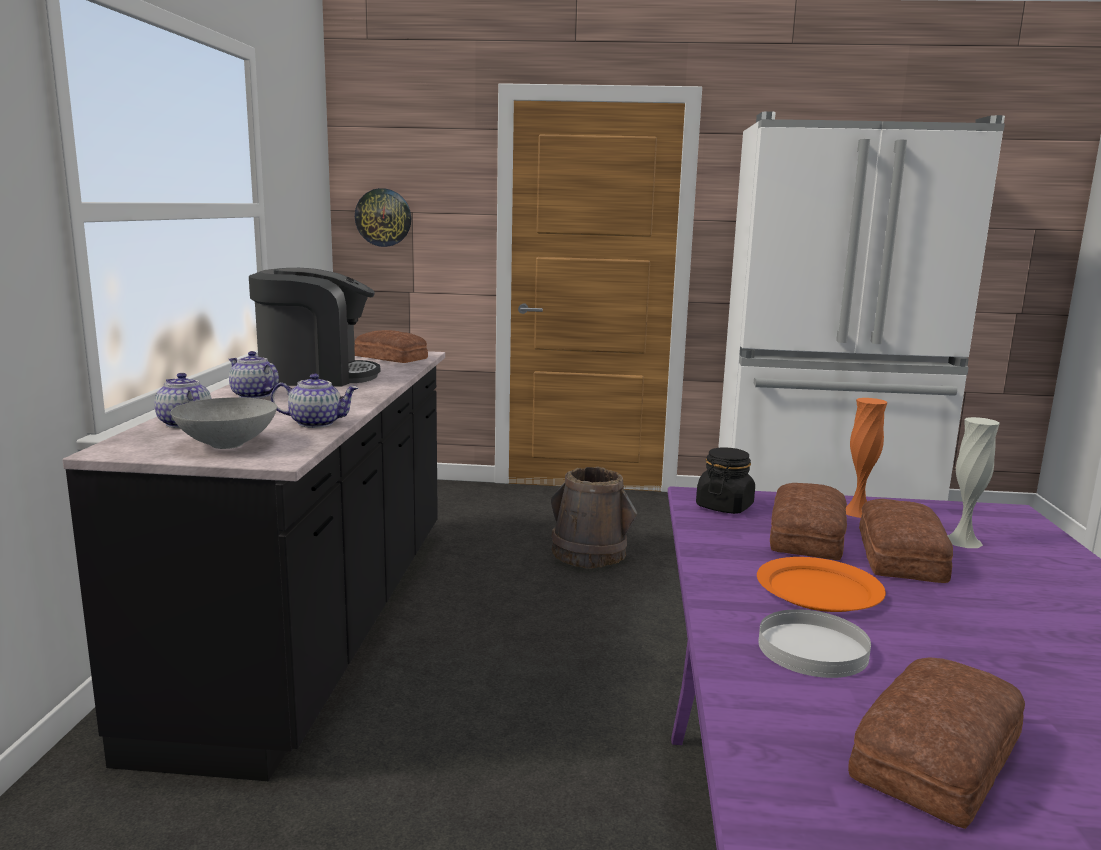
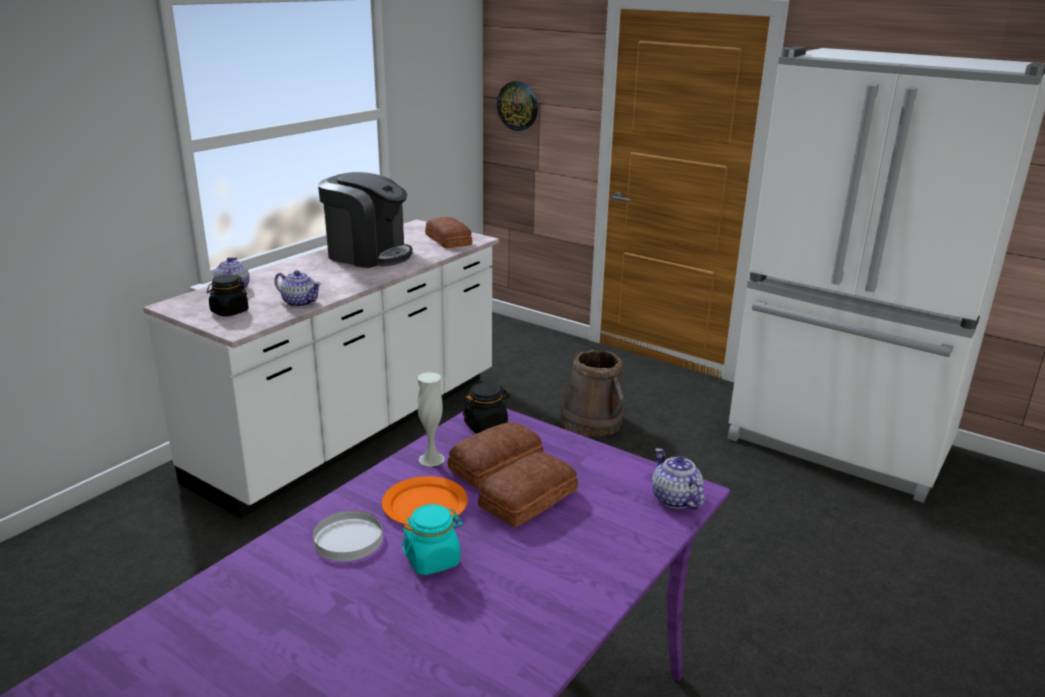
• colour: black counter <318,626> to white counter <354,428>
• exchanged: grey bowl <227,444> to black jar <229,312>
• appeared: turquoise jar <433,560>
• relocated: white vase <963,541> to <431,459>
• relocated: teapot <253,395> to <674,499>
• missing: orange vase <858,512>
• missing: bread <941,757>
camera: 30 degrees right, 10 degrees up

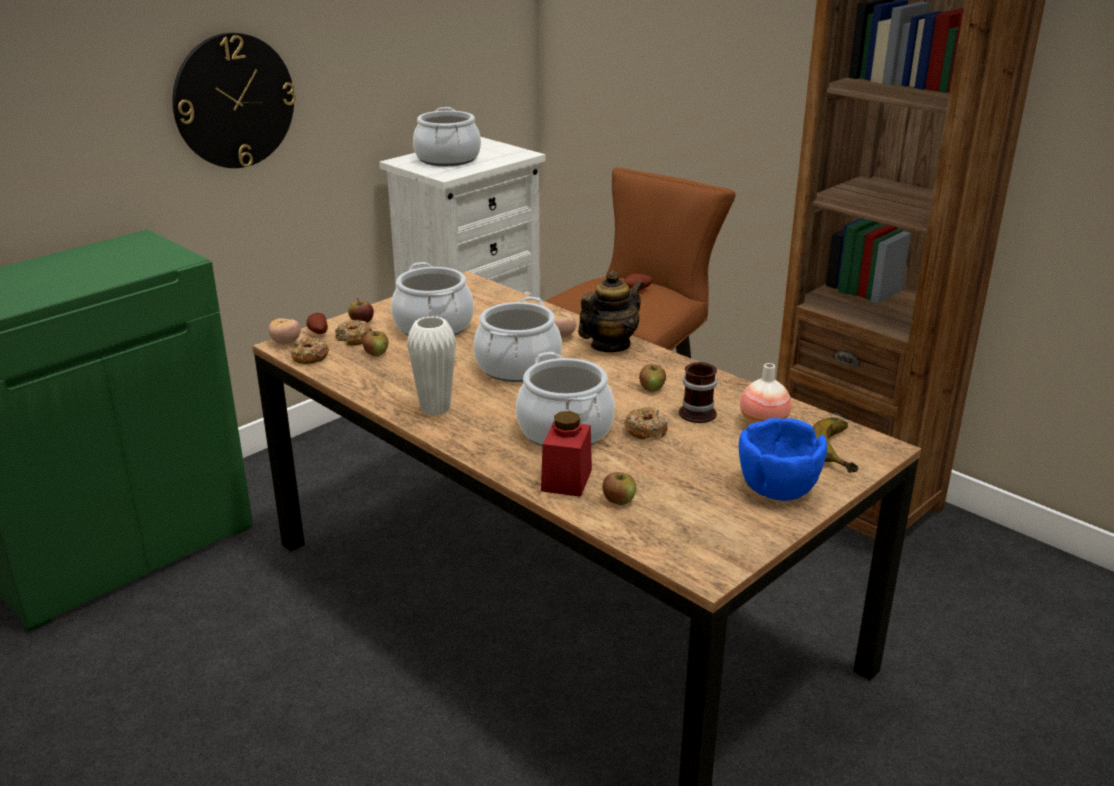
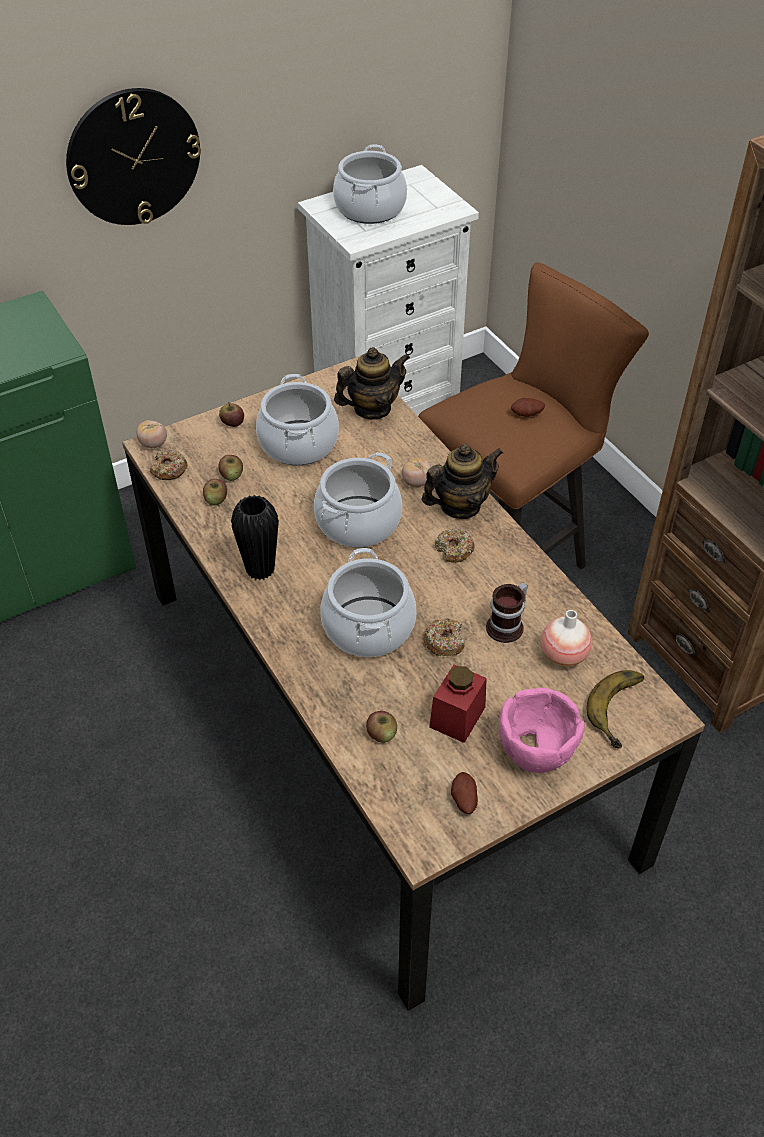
• relocated: apple <652,388> to <216,500>
• colour: white vase <435,408> to black vase <260,570>
• appeared: teapot <372,409>
• relocated: red jar <566,480> to <457,717>
• relocated: donut <354,338> to <454,550>
• relocated: potato <317,332> to <463,800>
• colour: blue bowl <777,488> to pink bowl <535,751>
camera: 15 degrees right, 20 degrees up

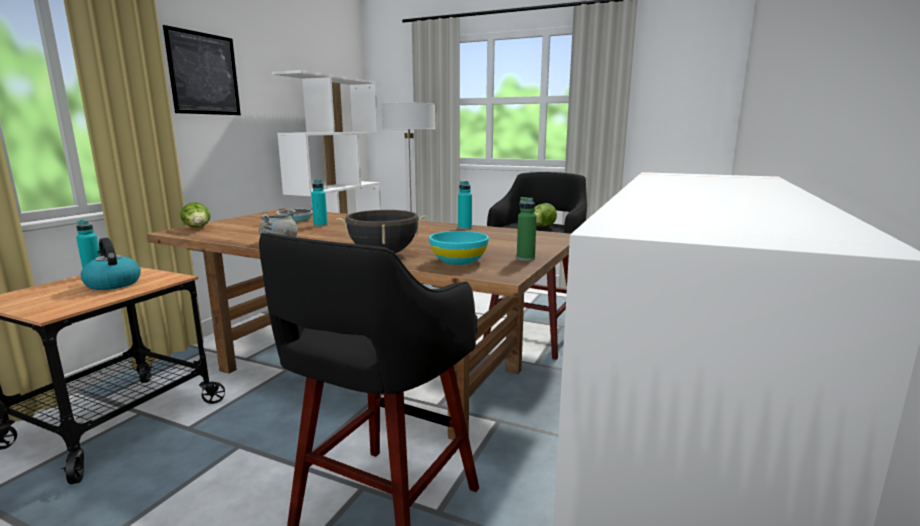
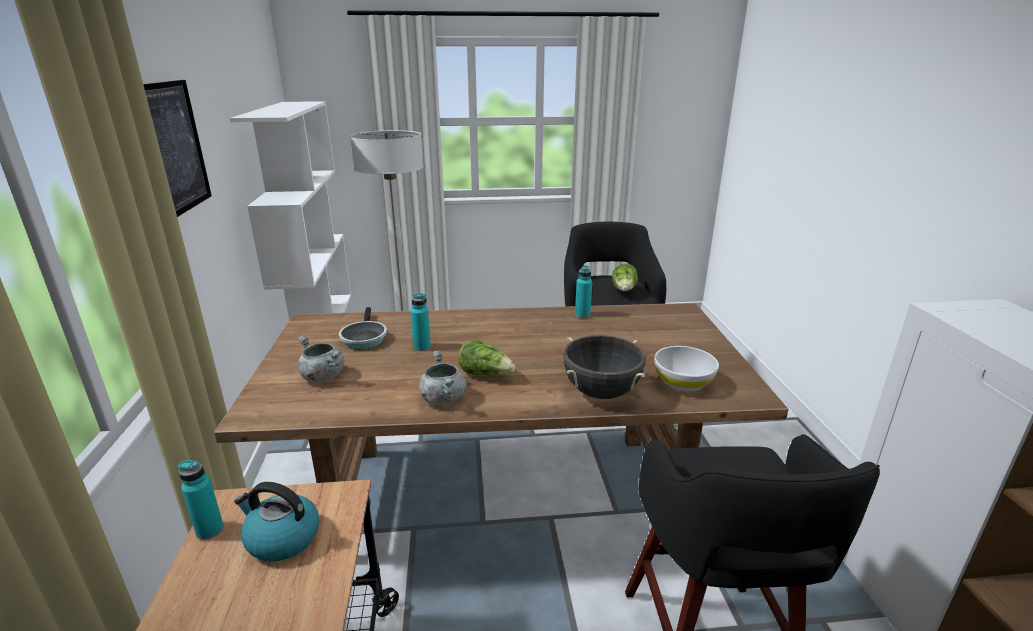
• appeared: grey cooking pot <322,376>
• relocated: lettuce <198,228> to <486,374>
• colour: turquoise bowl <458,261> to white bowl <683,383>
• missing: green bottle <525,258>
camera: 30 degrees left, 10 degrees up

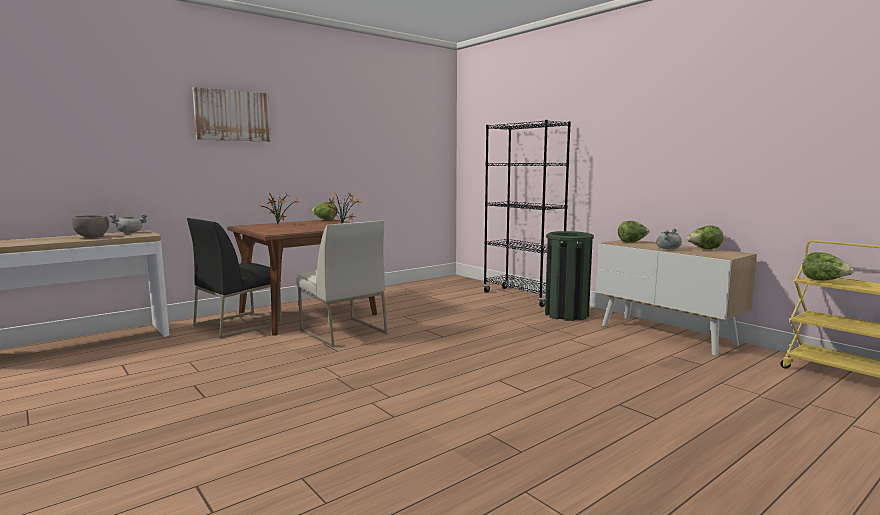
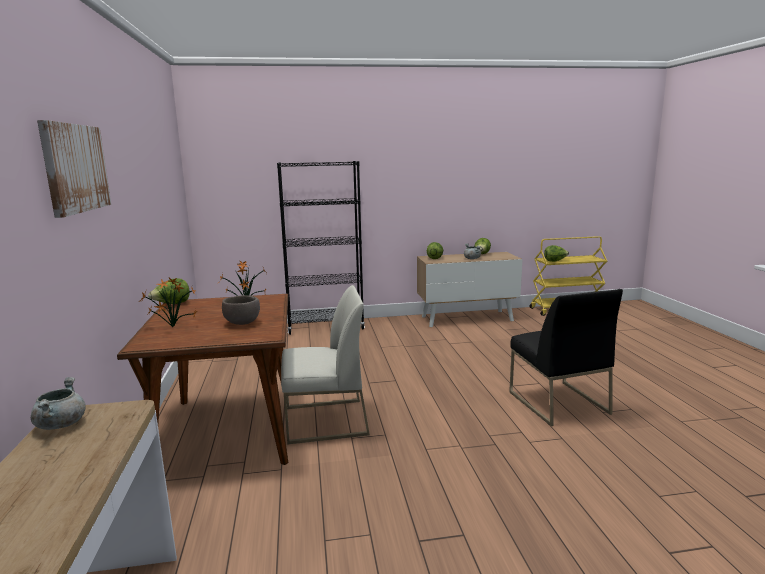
• relocated: brown bowl <92,237> to <242,323>
• relocated: black chair <238,324> to <557,402>
• missing: green trash can <566,314>
camera: 60 degrees left, 5 degrees up

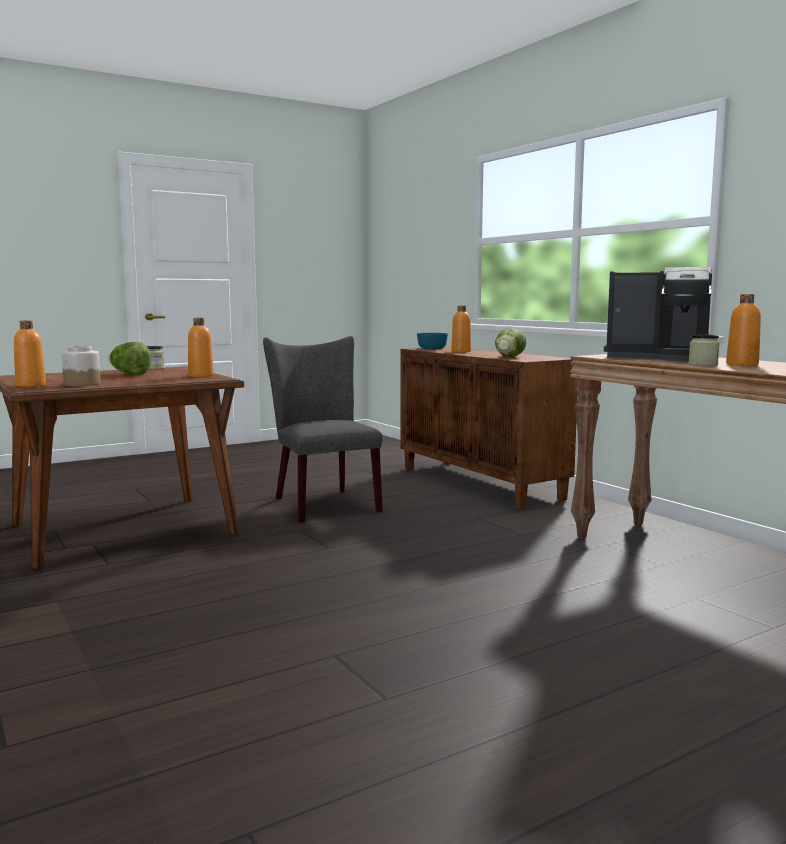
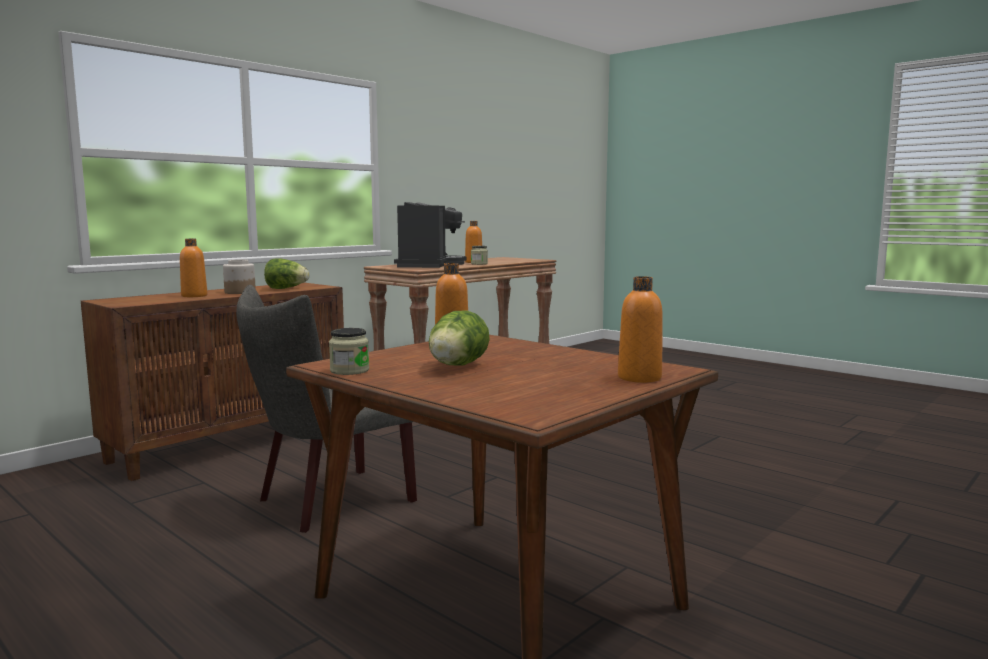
• relocated: jar <82,384> to <239,292>
• missing: turquoise bowl <432,348>
camera: 105 degrees left, 0 degrees up

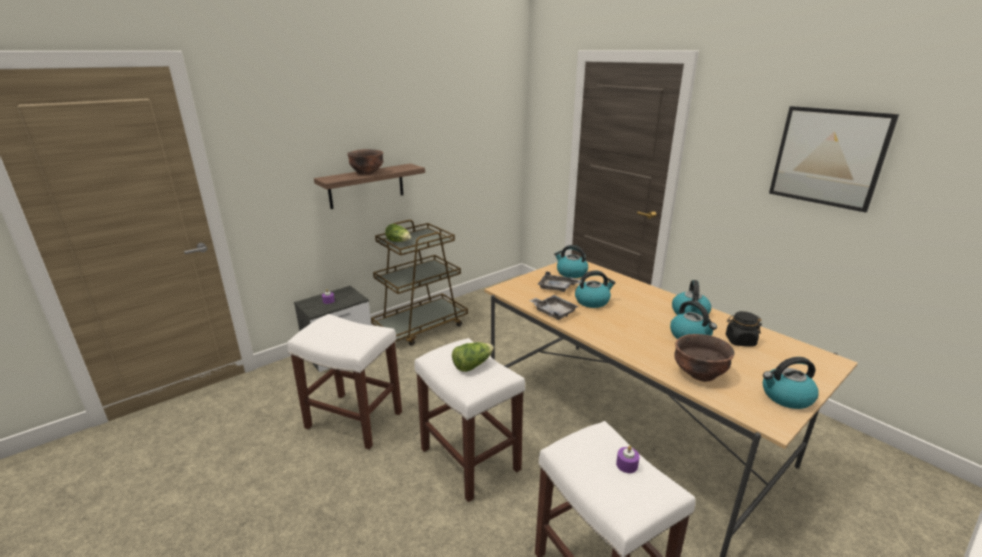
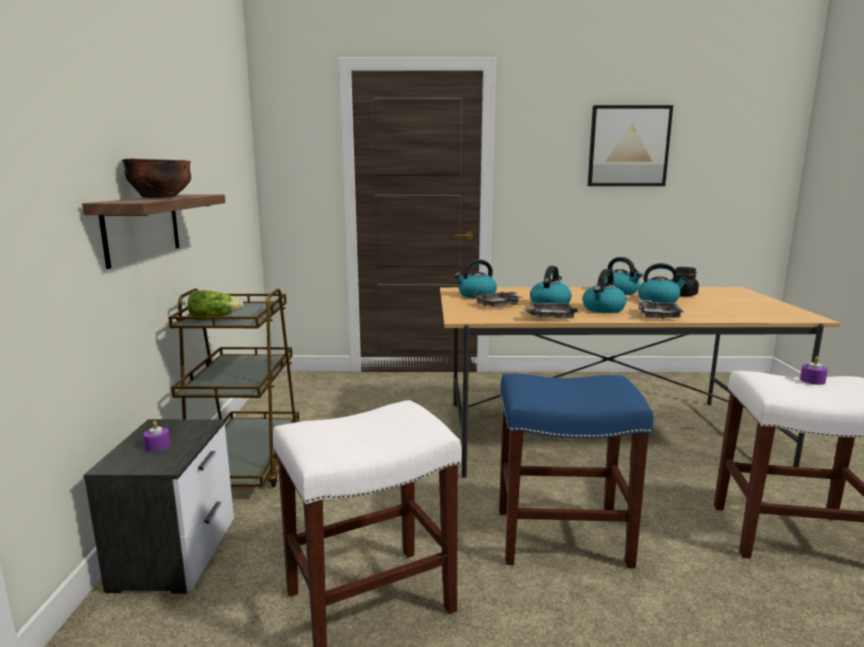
• colour: white stool <468,458> to blue stool <560,537>
• relocated: kettle <786,397> to <603,309>
• appeared: grey tray <657,316>
• missing: lettuce <472,365>
• missing: brown bowl <699,374>
camera: 50 degrees left, 10 degrees down

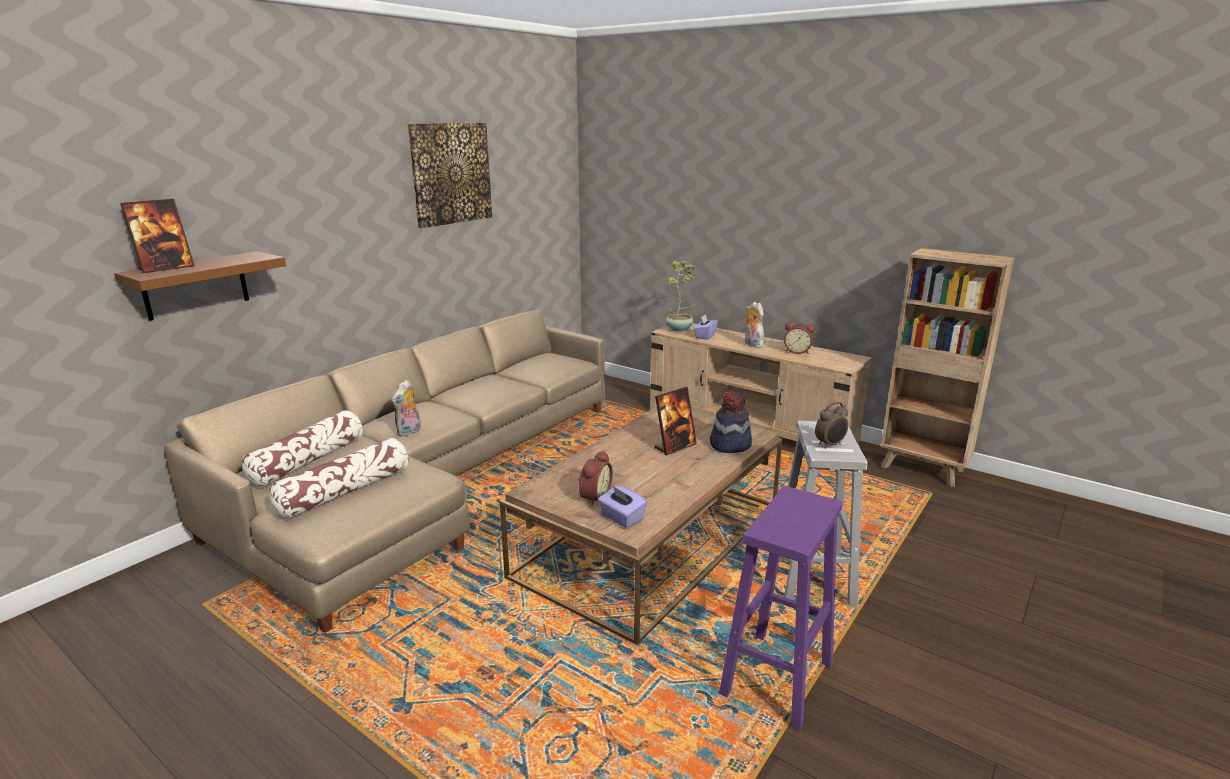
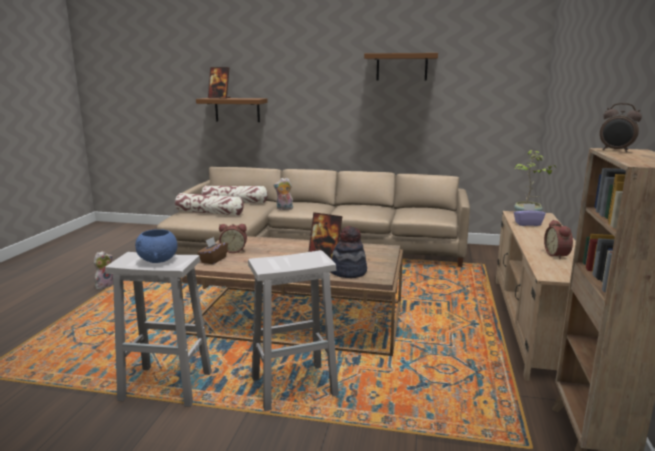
• relocated: plush toy <752,344> to <104,285>
• colour: purple stool <777,677> to white stool <168,386>
• appeared: blue bowl <158,260>
• colour: purple tissue box <621,518> to brown tissue box <213,260>
• exchanged: picture <450,173> to brown shelf <401,67>
• relocated: alarm clock <830,445> to <616,151>
camera: 65 degrees right, 5 degrees down

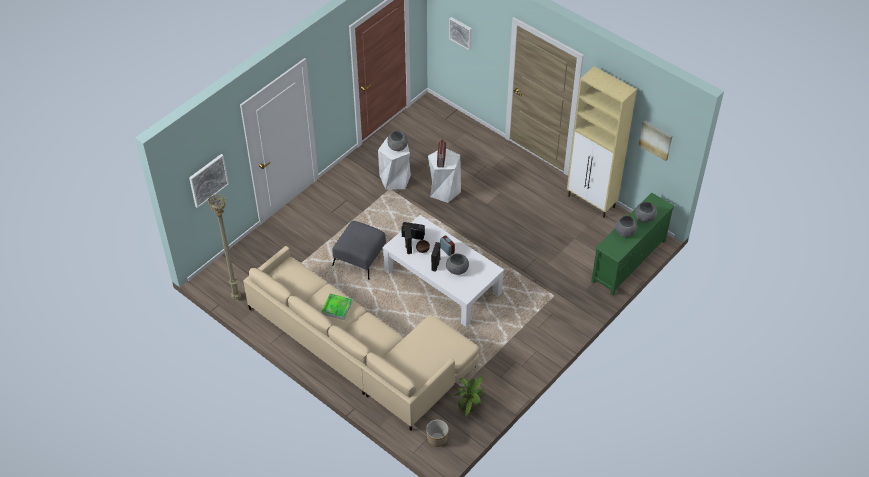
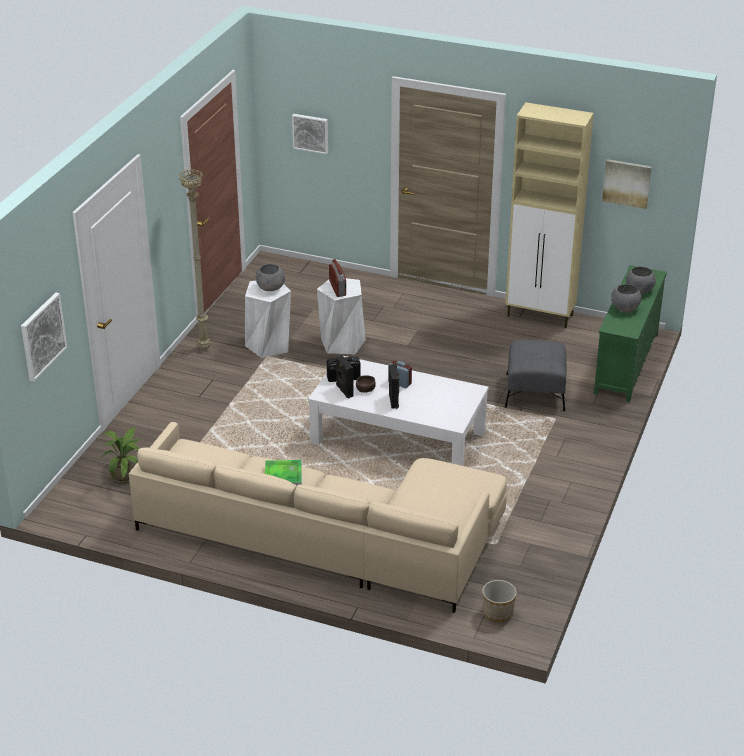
• relocated: potted plant <470,406> to <125,475>
• relocated: beige floor lamp <236,298> to <204,349>
• relocated: grey ottoman <360,258> to <535,391>
• missing: grey bowl <457,270>
camera: 20 degrees left, 15 degrees down

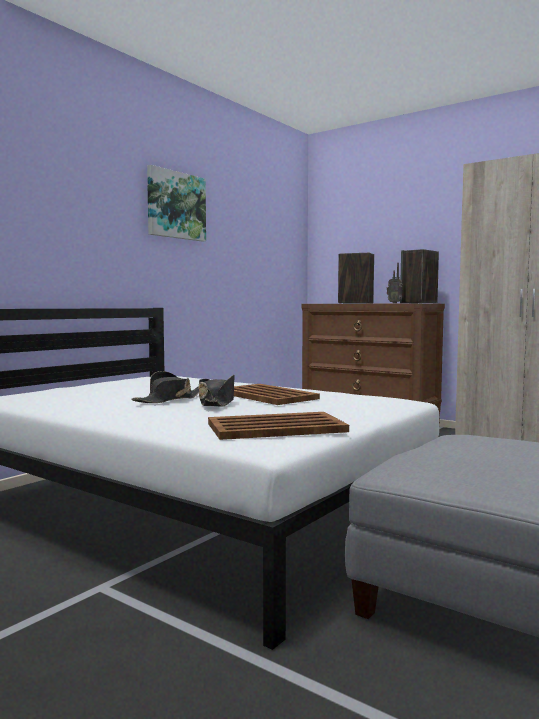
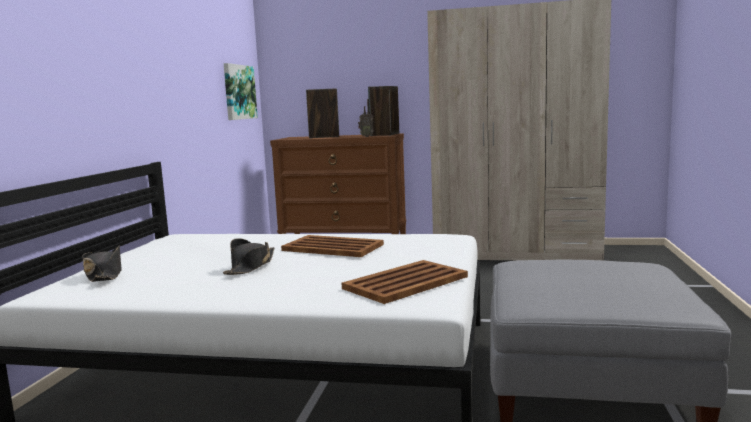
• relocated: black hat <217,402> to <104,275>
• relocated: picture <175,205> to <239,92>
camera: 25 degrees left, 5 degrees up

